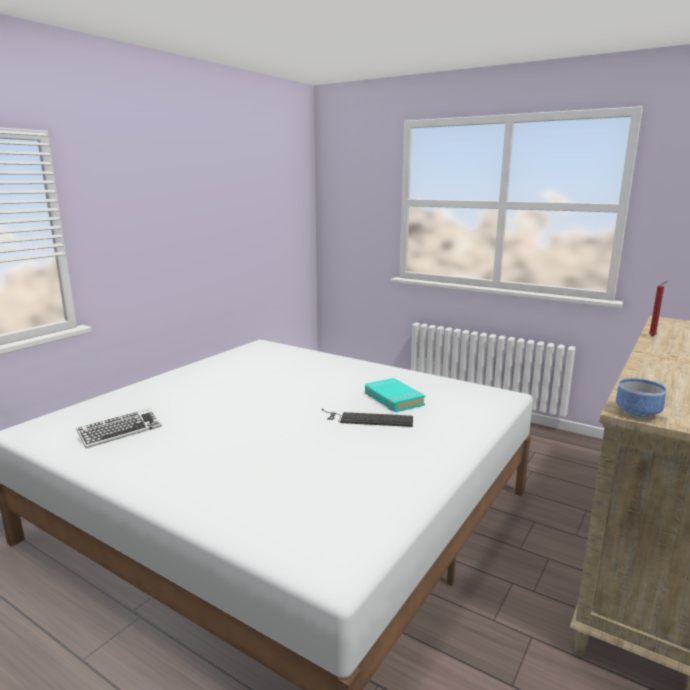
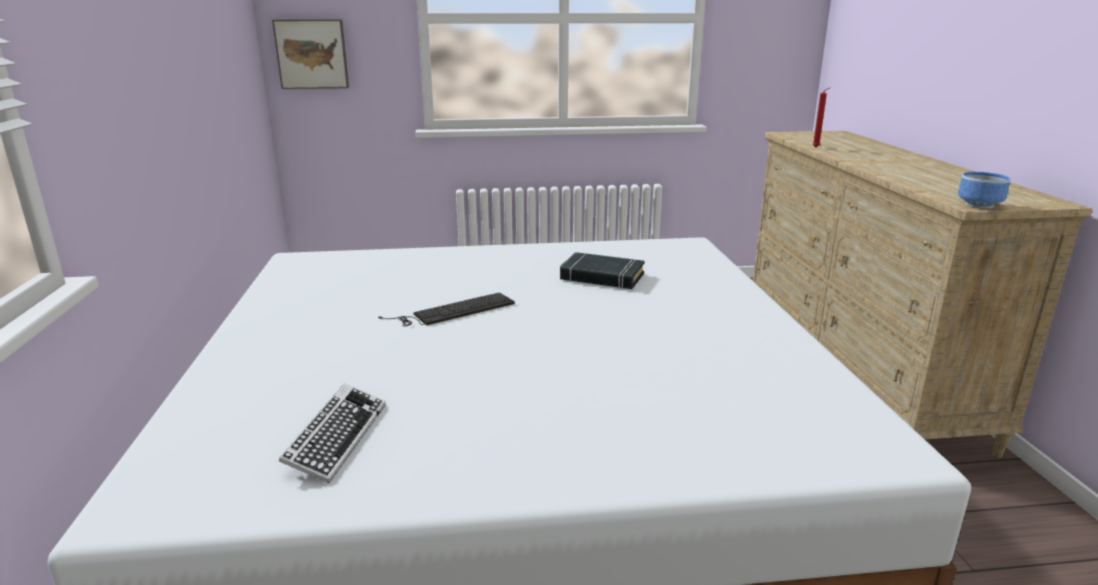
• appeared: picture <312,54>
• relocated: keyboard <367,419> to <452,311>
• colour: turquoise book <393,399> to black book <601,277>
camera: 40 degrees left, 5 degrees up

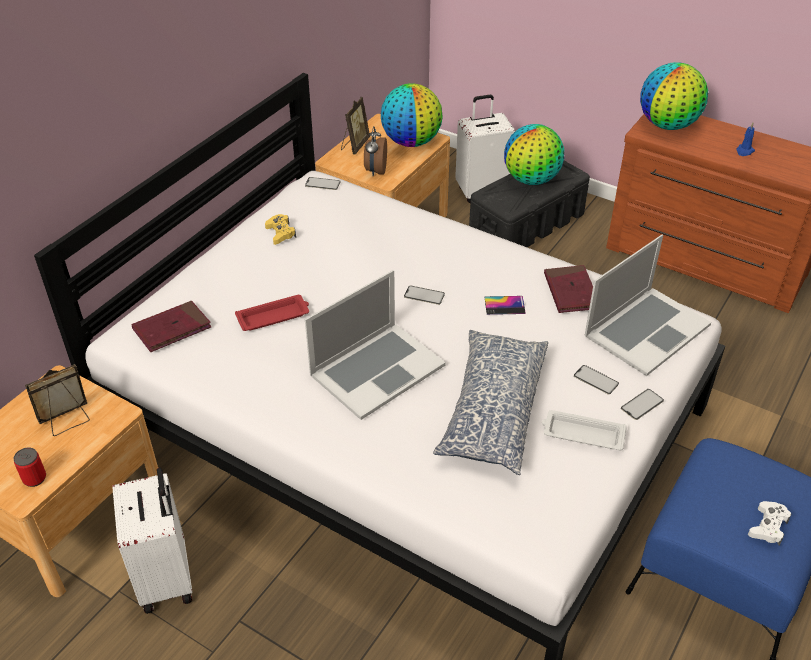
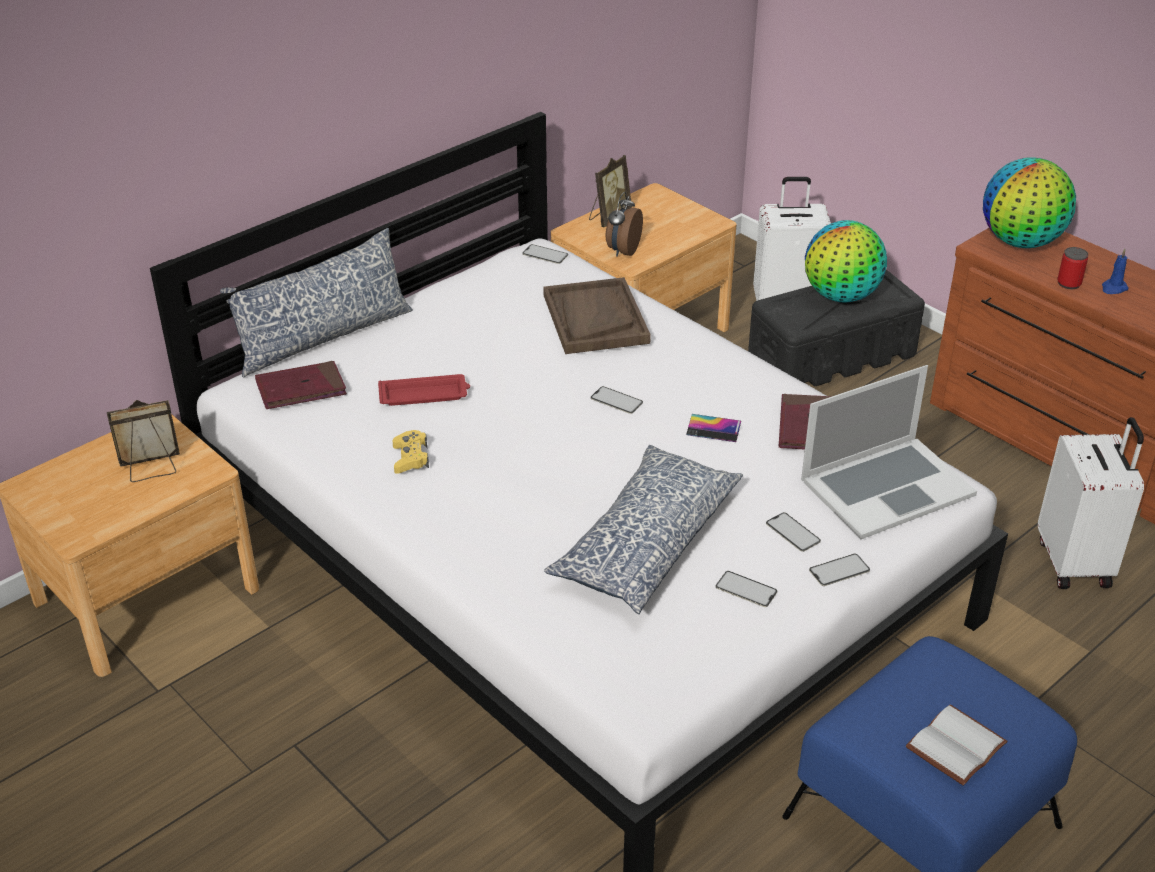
• appeared: pillow <323,337>
• relocated: yellow game controller <280,233> to <410,458>
• appeared: brown tray <595,319>
• exchanged: white tray <582,434> to phone <746,589>
• exchanged: white game controller <768,527> to white book <957,748>
• relocated: white suitcase <167,578> to <1076,562>
• relocated: can <34,478> to <1069,283>
• missing: laptop <377,369>
• missing: globe <411,142>
camera: 15 degrees right, 5 degrees down

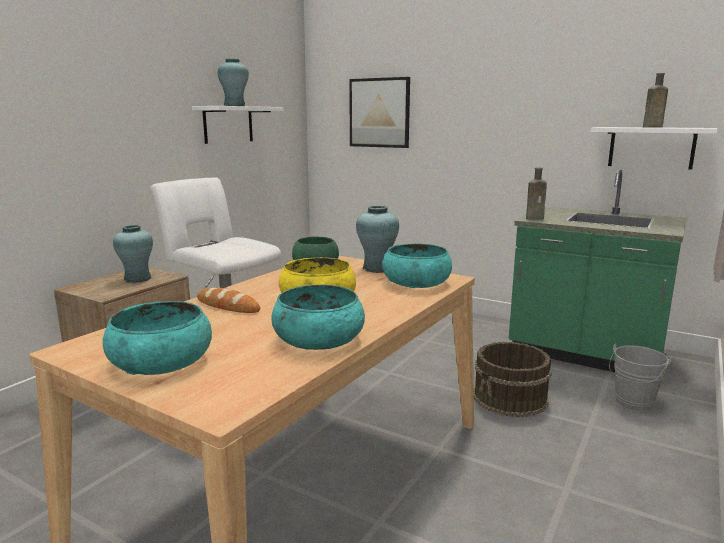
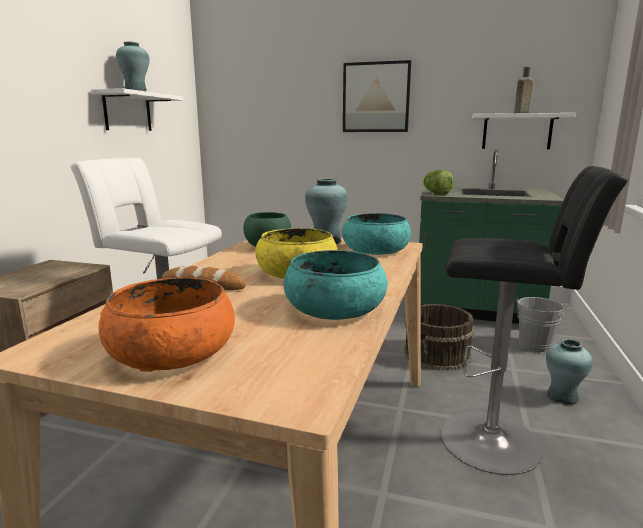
• colour: turquoise bowl <161,361> to orange bowl <172,351>
• relocated: picture <379,113> to <376,97>
• exchanged: brown bottle <536,218> to lettuce <436,193>
• appeared: black stool <498,441>
• relocated: turquoise vase <137,279> to <562,397>
camera: 15 degrees left, 0 degrees up

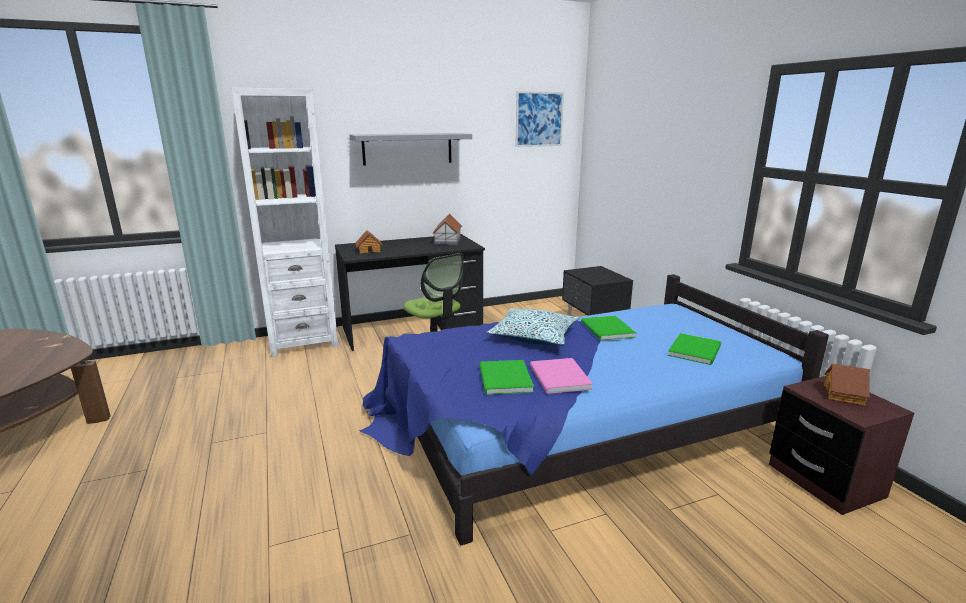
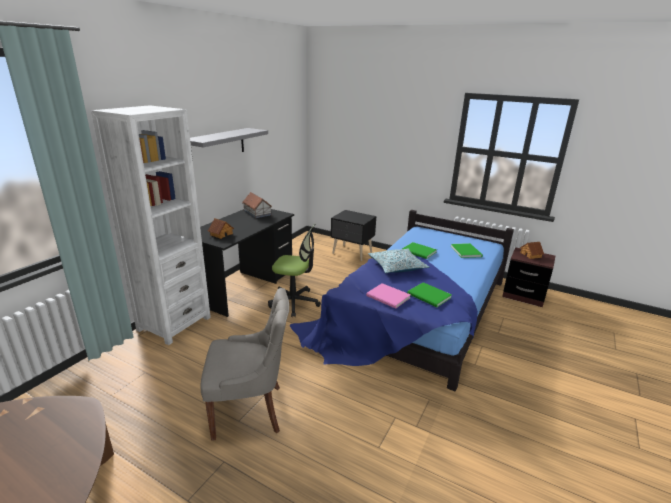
• appeared: grey chair <250,410>
• relocated: pink book <559,378> to <388,297>
• missing: picture <539,119>
camera: 40 degrees left, 5 degrees up

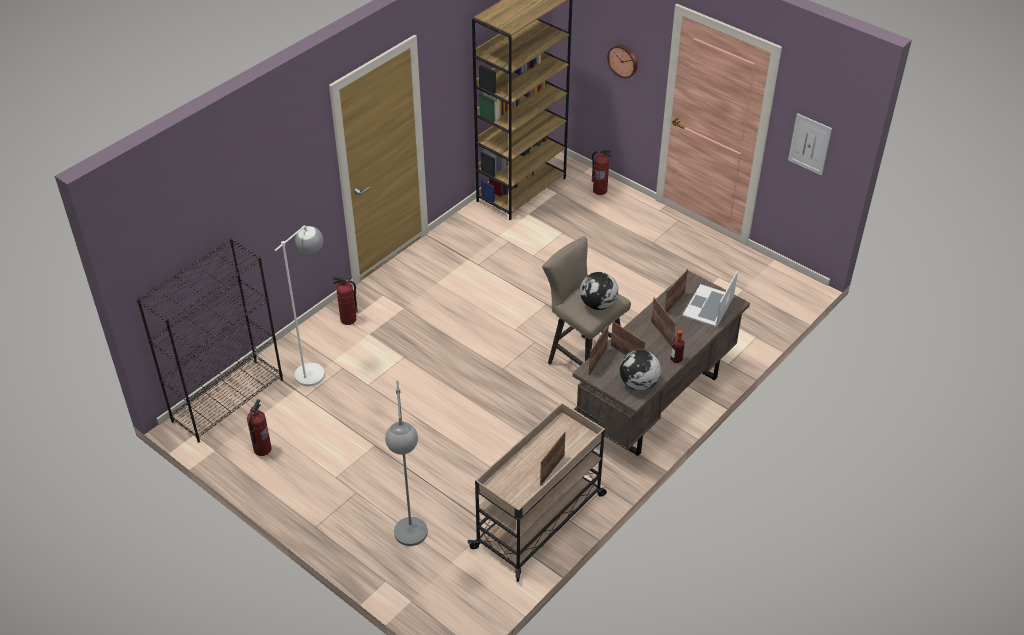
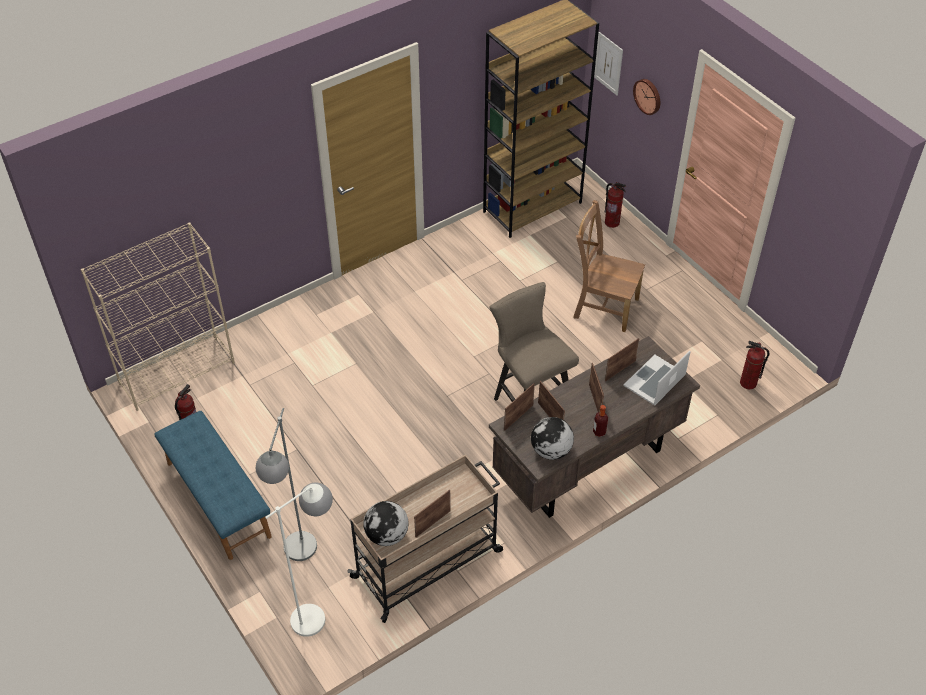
• colour: black bookcase <228,399> to beige bookcase <178,373>
• appeared: blue bench <217,499>
• relocated: white floor lamp <316,368> to <318,613>
• relocated: globe <598,305> to <386,535>
• appeared: brown chair <603,307>
• relocated: picture <809,144> to <608,63>
• relocated: fire extinguisher <348,320> to <748,383>
camera: 15 degrees right, 5 degrees up

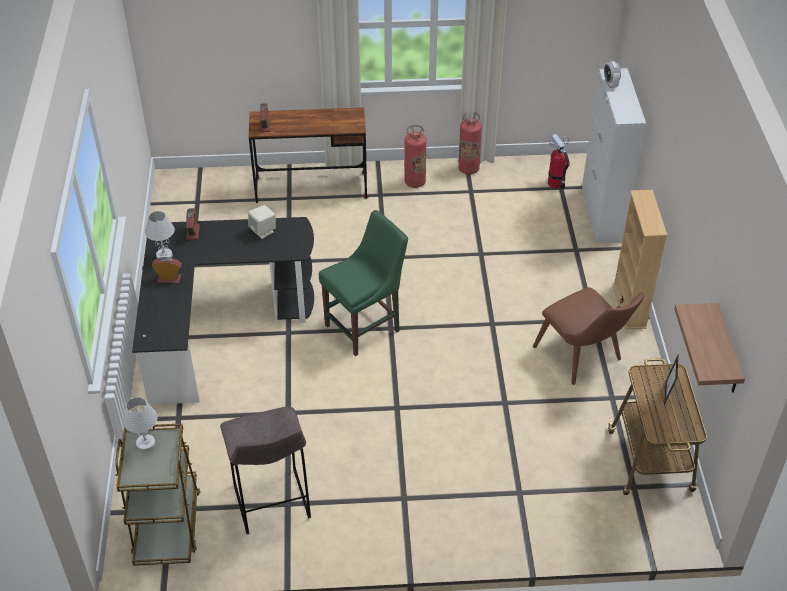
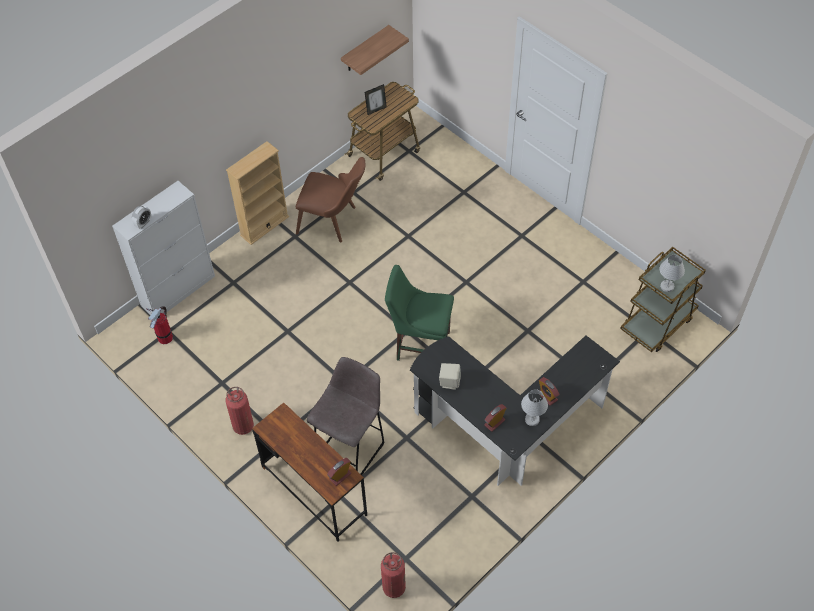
• spun: brown chair <584,359> = <334,221> 90 degrees clockwise
• relocated: grey stool <272,504> to <351,448>
• relocated: fire extinguisher <468,169> to <394,587>
camera: 130 degrees left, 10 degrees up

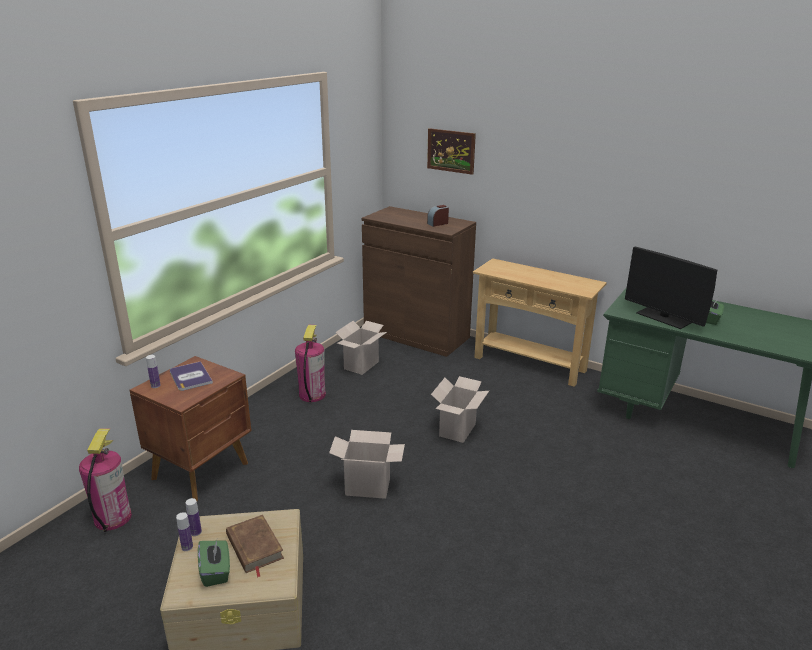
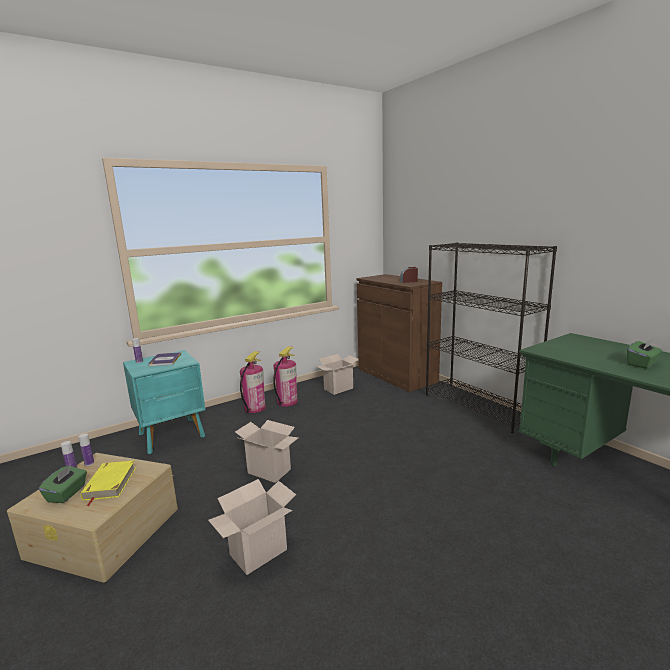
• colour: brown book <254,547> to yellow book <110,483>
• colour: brown nightstand <202,471> to turquoise nightstand <173,435>
• relocated: cardboard box <458,431> to <258,554>
• relocated: fire extinguisher <112,518> to <254,408>
• exchanged: beige console table <529,364> to black bookcase <478,406>
• missing: picture <451,151>
• missing: monitor <663,318>
camera: 25 degrees right, 10 degrees down

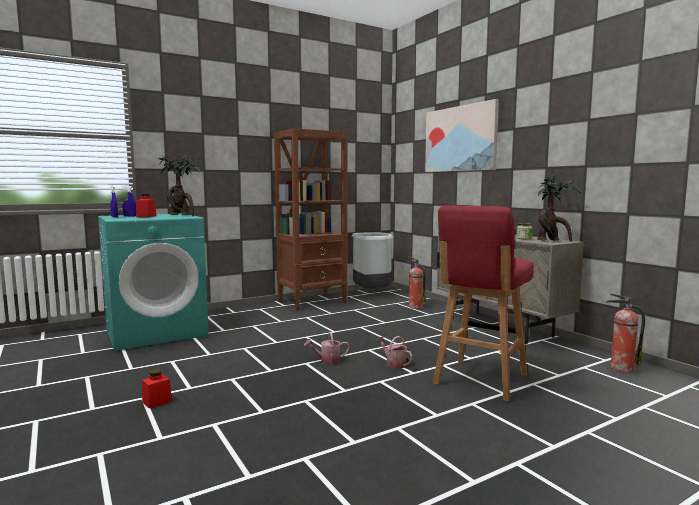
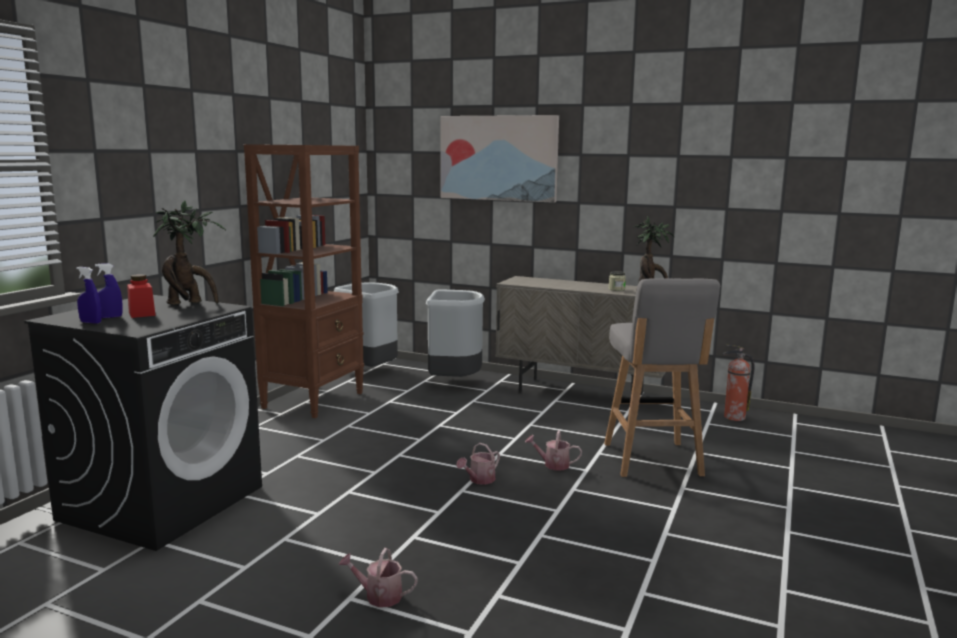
• colour: turquoise washing machine <157,332> to black washing machine <163,502>
• exchanged: red jar <157,401> to watering can <378,596>
• exchanged: fire extinguisher <414,306> to grey trash can <454,382>
• colour: red stool <479,379> to grey stool <652,460>
camera: 35 degrees left, 5 degrees up

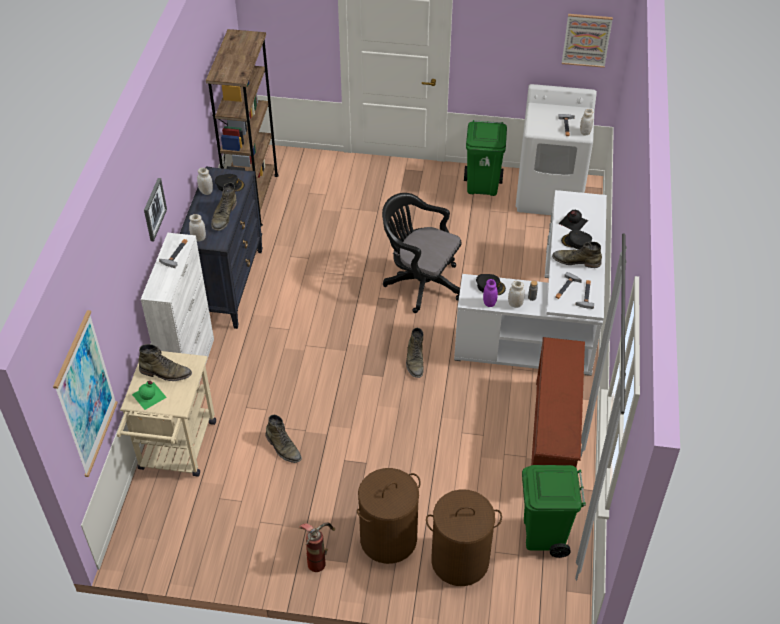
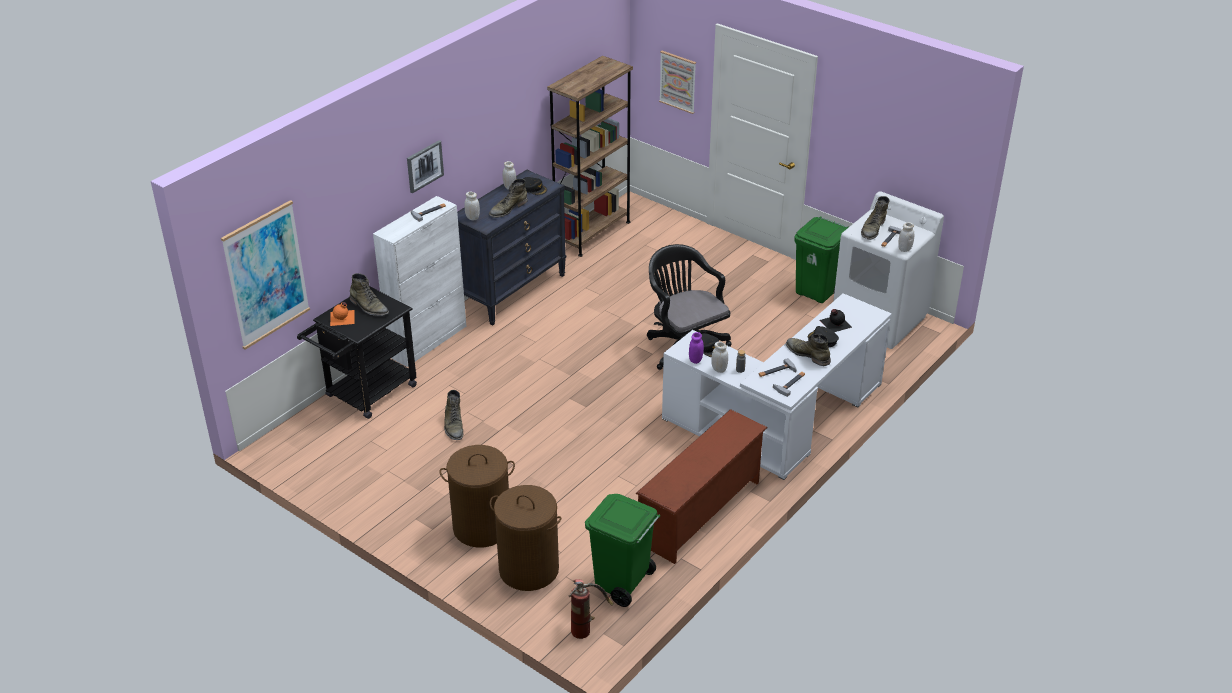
• colour: beige cart <176,451> to black cart <366,394>
• colour: green bottle <149,396> to orange bottle <342,318>
• relocated: fire extinguisher <318,557> to <586,626>
• relocated: picture <586,40> to <678,81>
• relocated: green boot <415,361> to <873,229>
camera: 30 degrees right, 10 degrees down

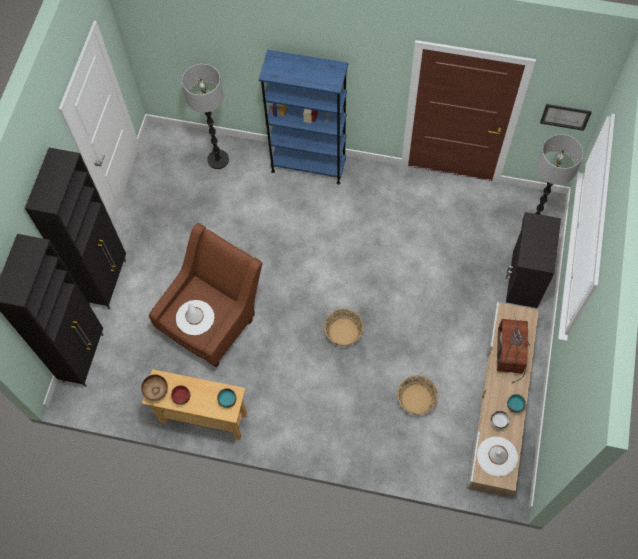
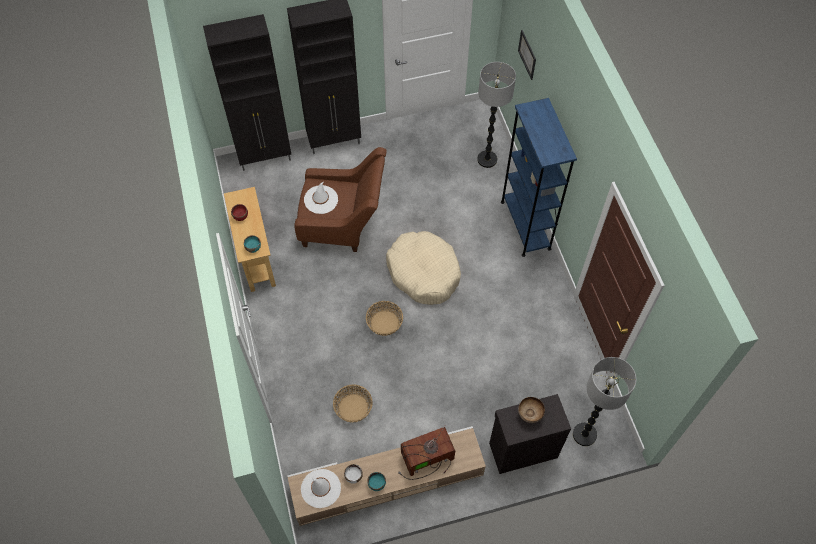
• appeared: beige dog bed <423,272>
• relocated: picture <565,116> to <527,54>
• relocated: bowl <157,392> to <529,415>
camera: 60 degrees right, 5 degrees down

